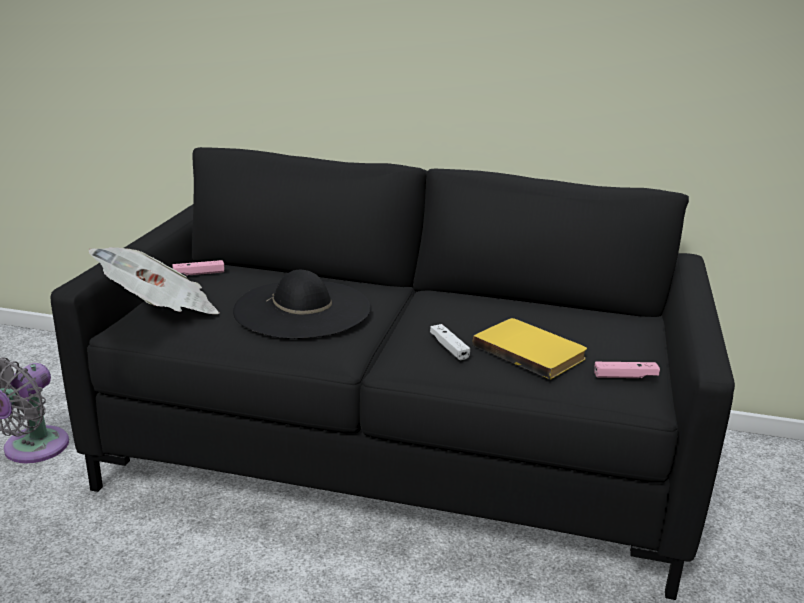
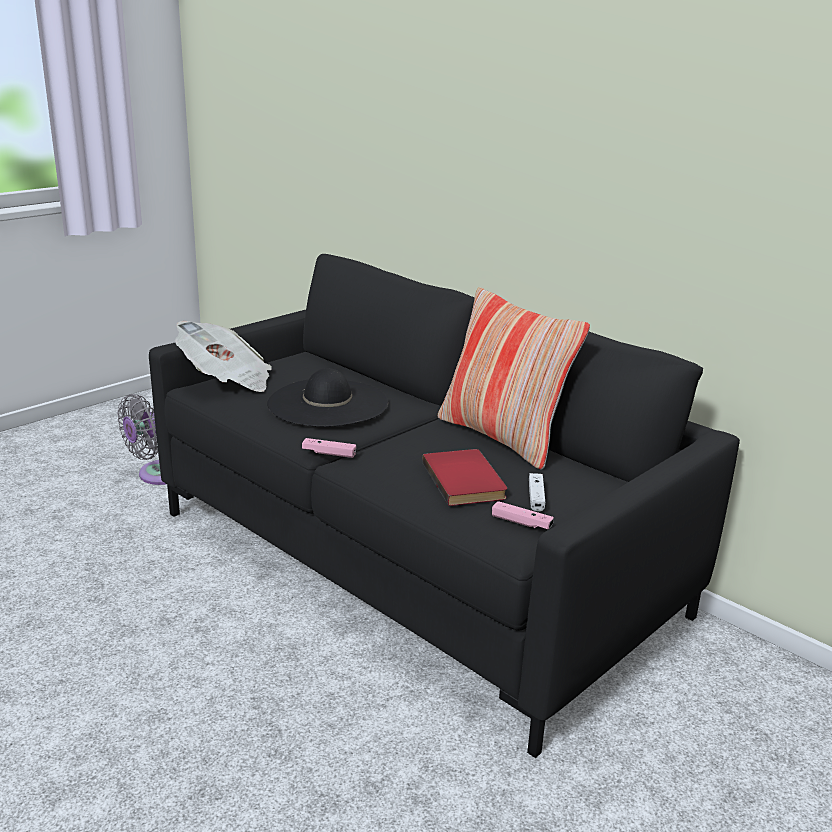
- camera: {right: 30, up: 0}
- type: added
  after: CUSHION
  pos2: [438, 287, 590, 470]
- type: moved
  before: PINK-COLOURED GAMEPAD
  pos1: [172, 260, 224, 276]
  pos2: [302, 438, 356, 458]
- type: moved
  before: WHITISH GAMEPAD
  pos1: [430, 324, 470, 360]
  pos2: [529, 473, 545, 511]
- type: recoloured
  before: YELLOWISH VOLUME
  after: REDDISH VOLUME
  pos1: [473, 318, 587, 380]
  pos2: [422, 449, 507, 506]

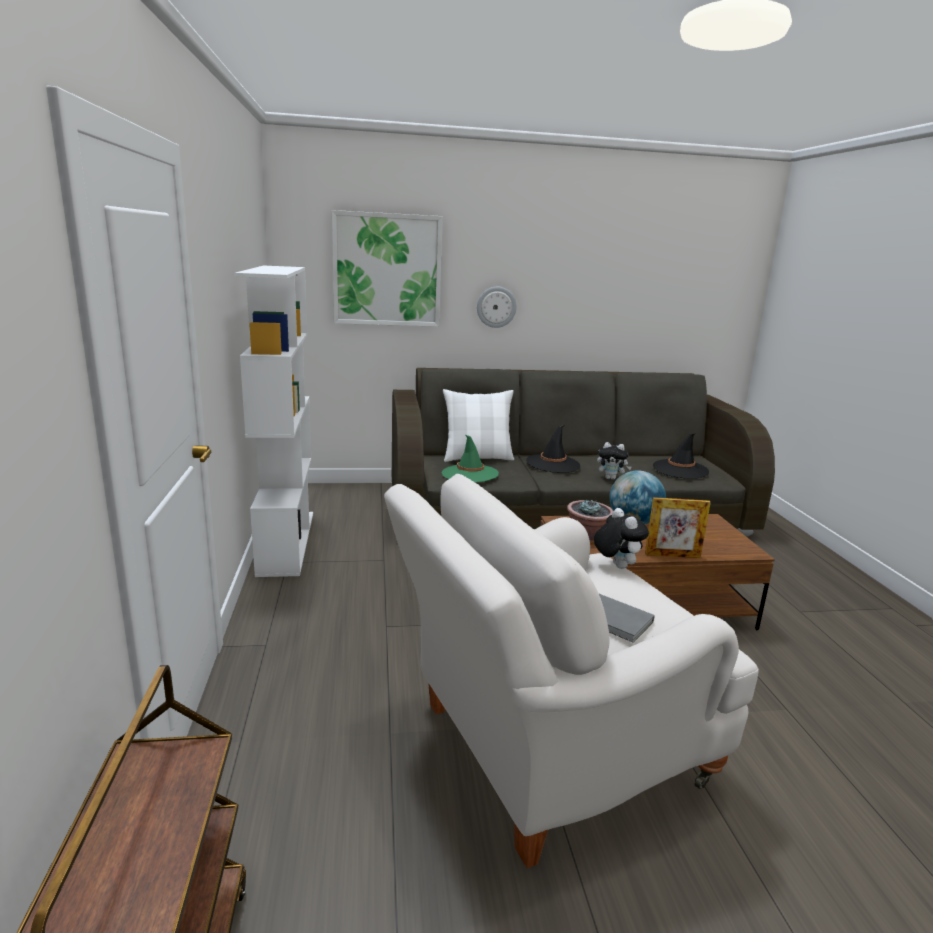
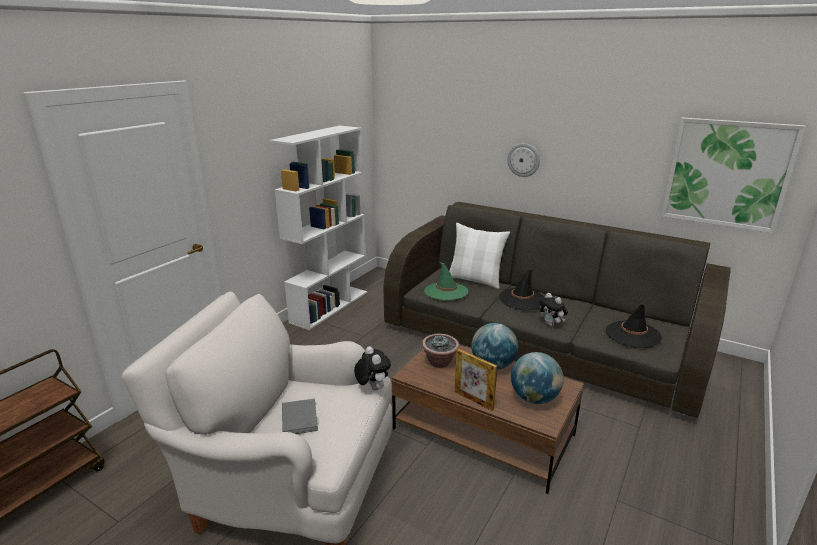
- camera: {right: 40, up: 5}
- type: added
  after: GLOBE
  pos2: [511, 352, 564, 404]
- type: moved
  before: WALL PICTURE
  pos1: [332, 210, 443, 327]
  pos2: [661, 118, 806, 233]
- type: turned
  before: PLUSH TOY
  pos1: [594, 508, 649, 569]
  pos2: [354, 346, 391, 391]
  turn: -45

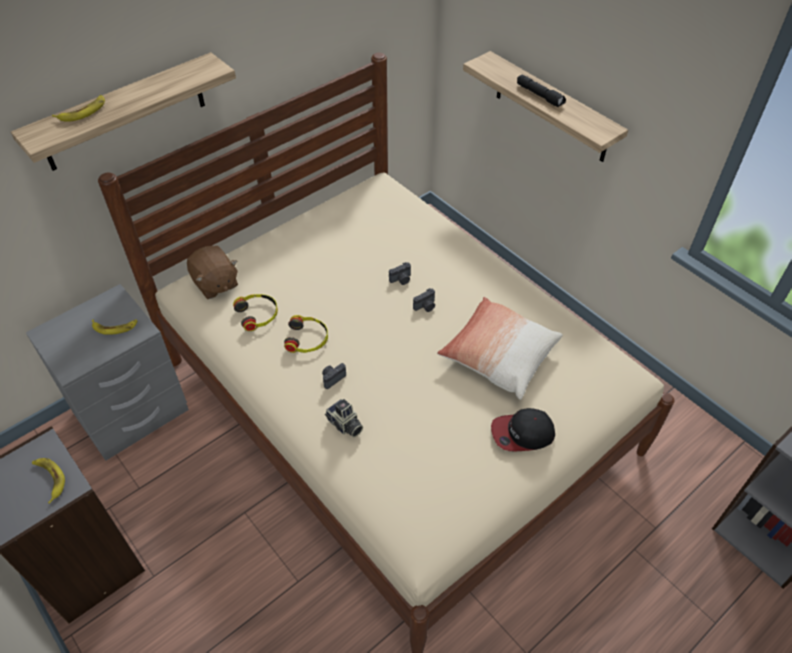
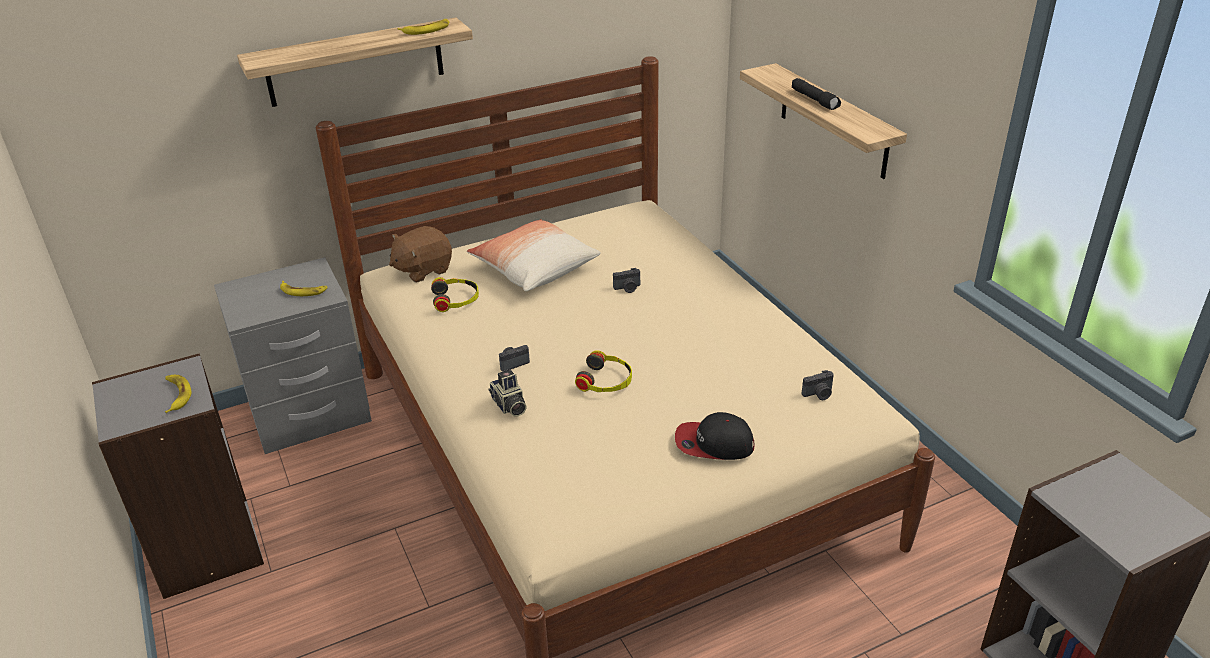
- camera: {right: 15, up: -15}
- type: moved
  before: BANANA FRUIT
  pos1: [52, 95, 105, 122]
  pos2: [398, 19, 449, 35]
- type: moved
  before: PAIR OF HEADPHONES
  pos1: [284, 315, 328, 353]
  pos2: [575, 350, 632, 392]
- type: moved
  before: PHOTO CAMERA
  pos1: [413, 288, 435, 312]
  pos2: [802, 370, 834, 400]
- type: moved
  before: CUSHION
  pos1: [437, 297, 563, 400]
  pos2: [467, 219, 601, 291]
- type: turned
  before: BROWN-COLOURED PLUSH TOY
  pos1: [187, 245, 238, 299]
  pos2: [389, 226, 452, 283]
  turn: 75

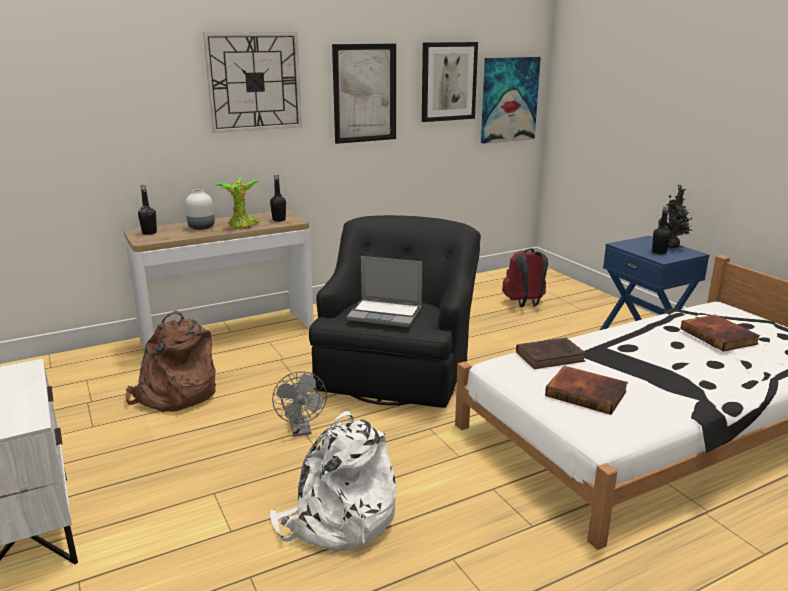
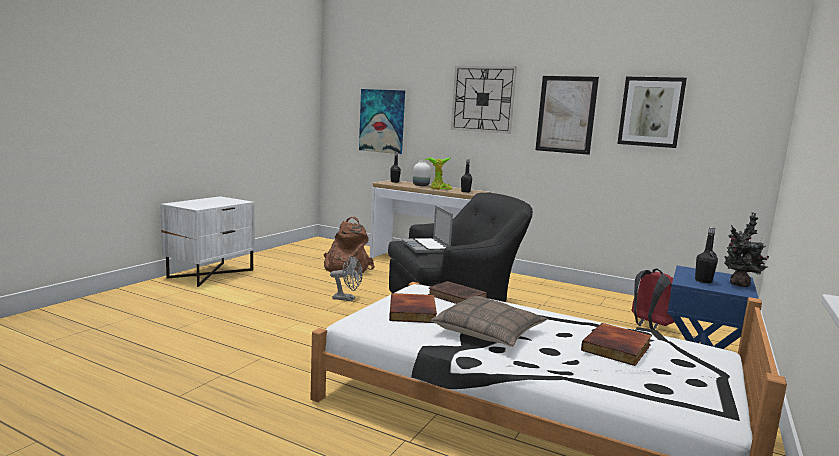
- camera: {right: 55, up: -10}
- type: removed
  before: WHITISH BACKPACK
  pos1: [269, 411, 397, 552]
- type: added
  after: CUSHION
  pos2: [430, 296, 547, 347]
- type: moved
  before: WALL PICTURE
  pos1: [481, 57, 541, 144]
  pos2: [359, 89, 405, 154]
- type: turned
  before: GREY ELECTRIC FAN
  pos1: [272, 371, 327, 437]
  pos2: [330, 255, 362, 301]
  turn: -120

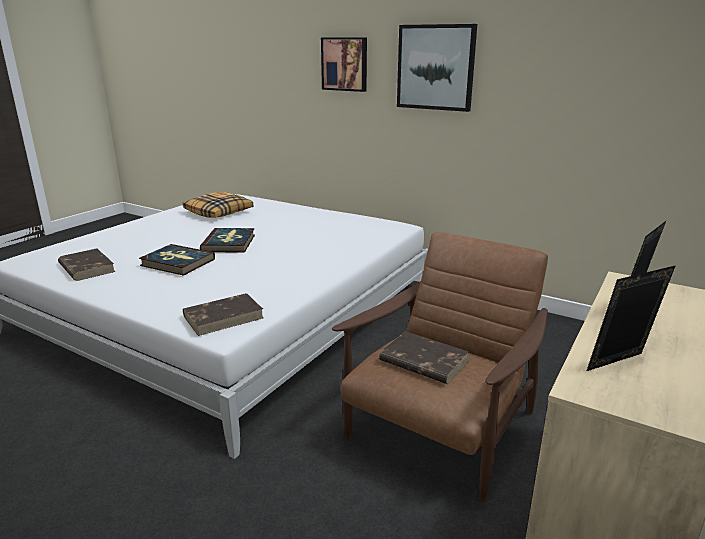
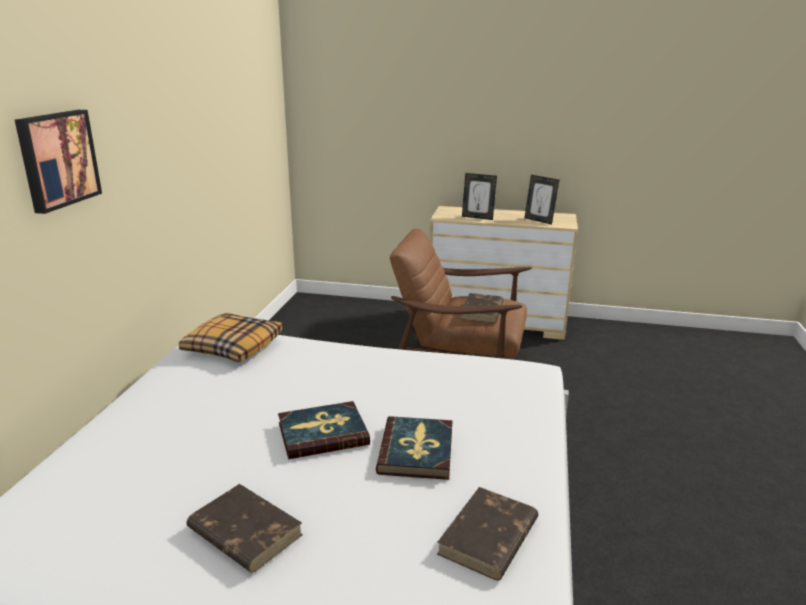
- camera: {right: -110, up: 0}
- type: removed
  before: WALL PICTURE
  pos1: [397, 24, 477, 112]
- type: moved
  before: CUSHION
  pos1: [183, 192, 253, 218]
  pos2: [179, 313, 282, 362]
- type: moved
  before: BROWN-COLOURED VOLUME
  pos1: [183, 293, 264, 336]
  pos2: [186, 484, 303, 573]

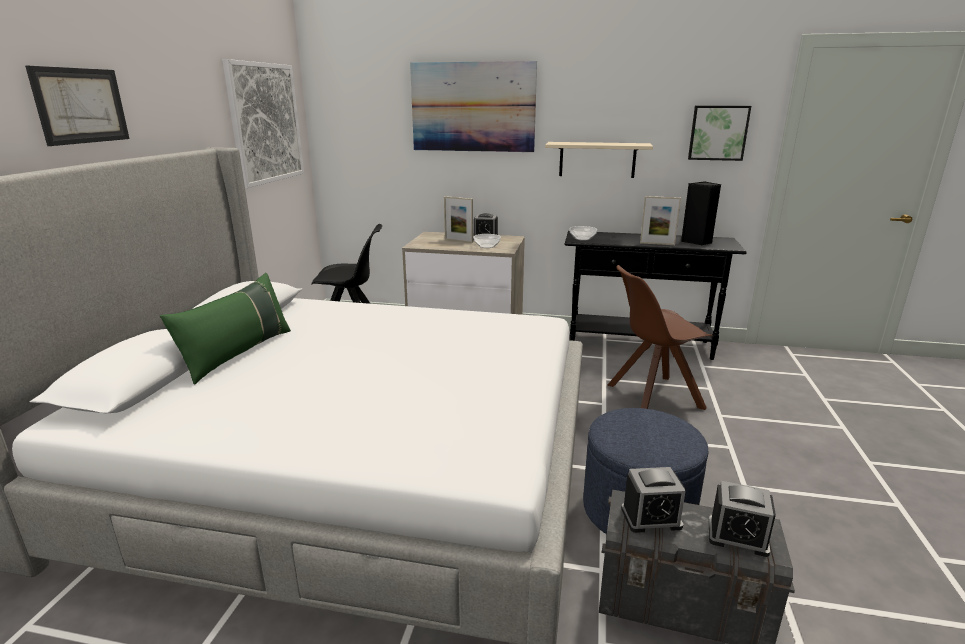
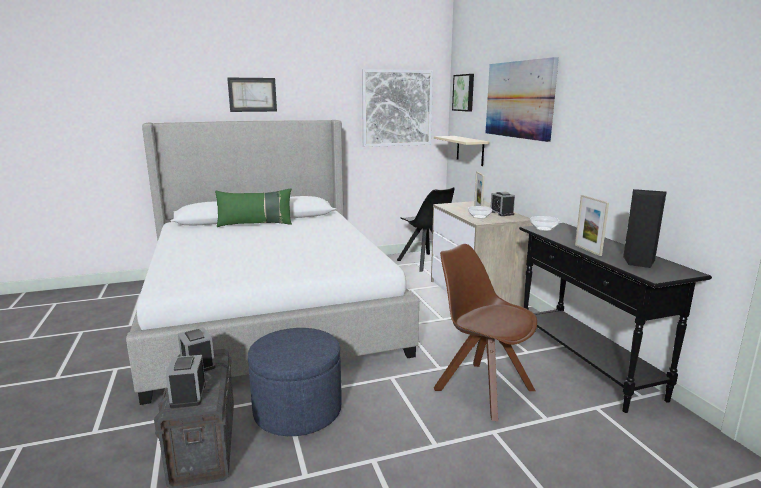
- camera: {right: 60, up: -5}
- type: moved
  before: SAND-COLOURED WALL SHELF
  pos1: [545, 142, 653, 178]
  pos2: [434, 136, 489, 166]
- type: moved
  before: WALL PICTURE
  pos1: [688, 106, 751, 161]
  pos2: [452, 74, 474, 112]

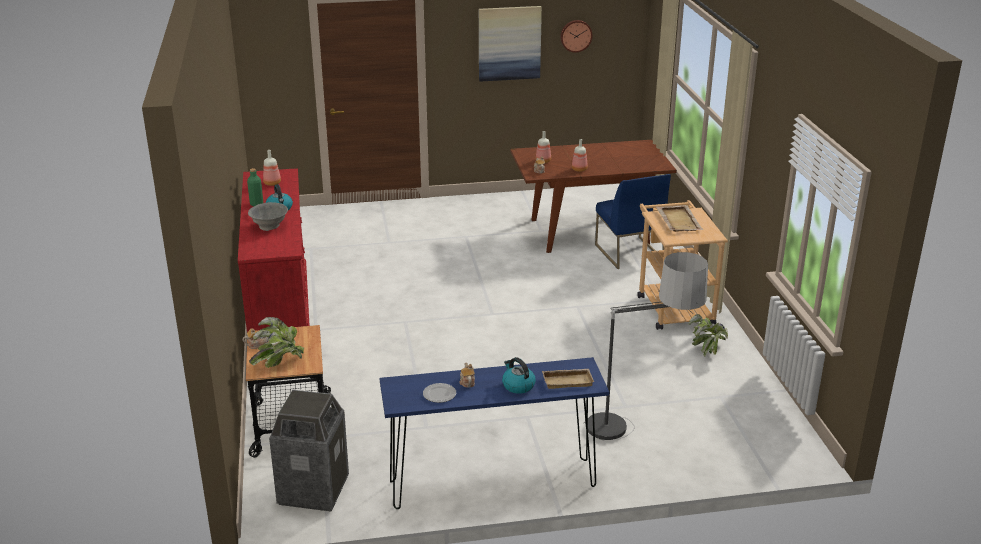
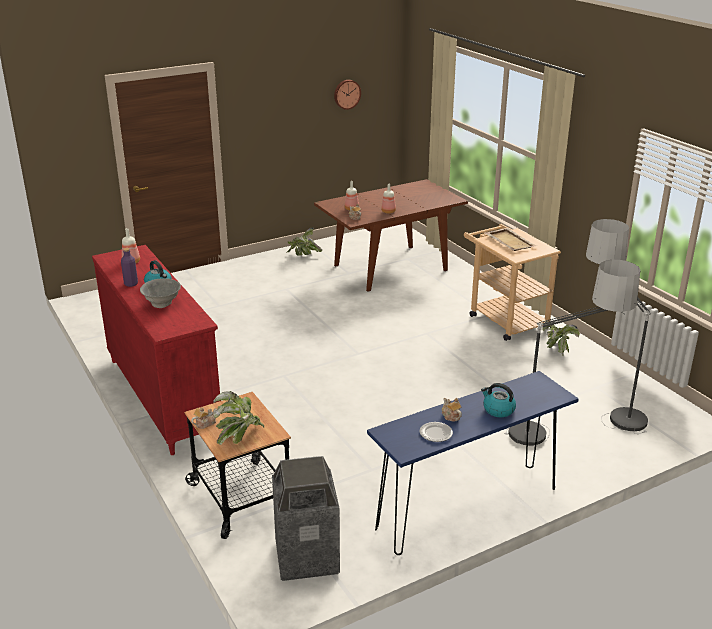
- camera: {right: -20, up: 0}
- type: removed
  before: WALL PICTURE
  pos1: [479, 6, 542, 82]
- type: removed
  before: SAND-COLOURED CARRYING TRAY
  pos1: [542, 369, 594, 389]
- type: removed
  before: BLUE-COLOURED UPRIGHT CHAIR
  pos1: [595, 174, 671, 269]
- type: added
  after: HOUSEPLANT
  pos2: [286, 227, 322, 256]
- type: added
  after: STANDING LAMP
  pos2: [586, 219, 651, 434]
- type: recoloured
  before: GREEN-COLOURED DRINK BOTTLE
  after: PURPLE-COLOURED DRINK BOTTLE
  pos1: [247, 168, 263, 206]
  pos2: [121, 248, 138, 287]

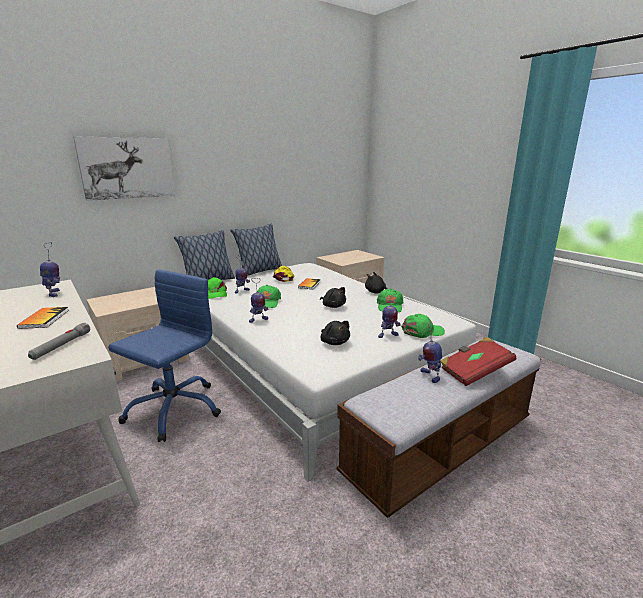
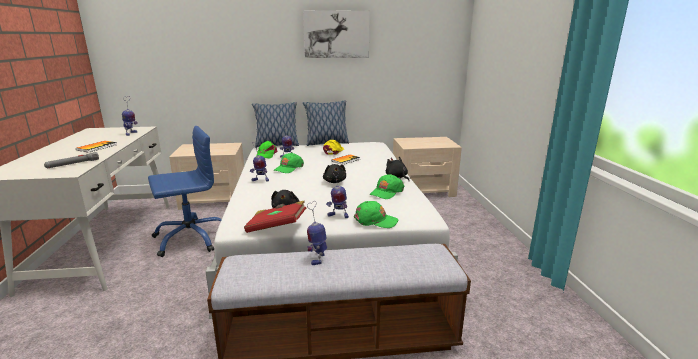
- camera: {right: 30, up: 0}
- type: moved
  before: WALL PICTURE
  pos1: [73, 136, 175, 201]
  pos2: [303, 10, 370, 58]
- type: moved
  before: REDDISH VOLUME
  pos1: [440, 337, 516, 386]
  pos2: [244, 201, 306, 233]

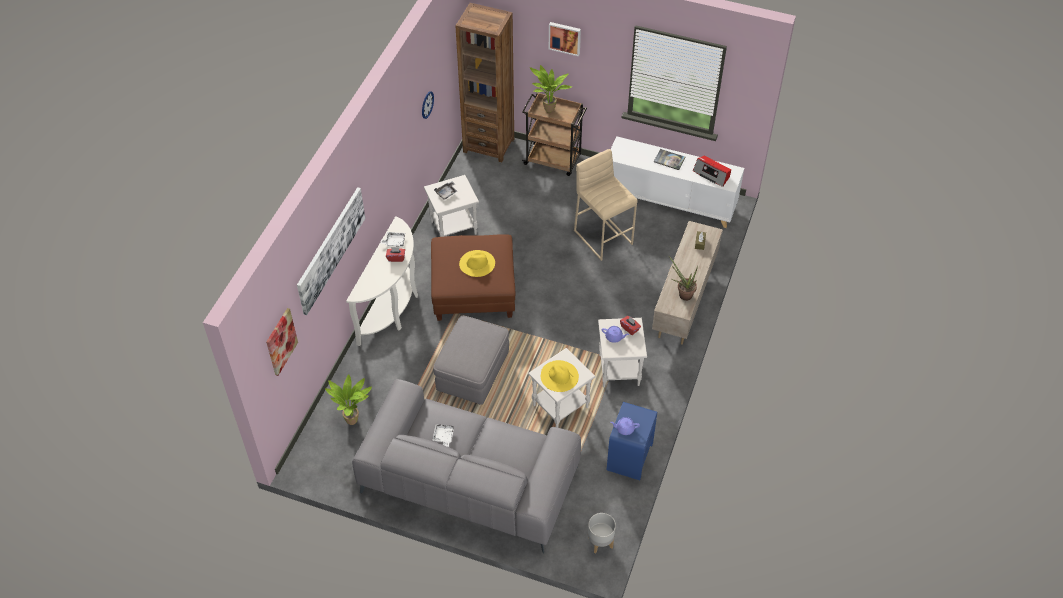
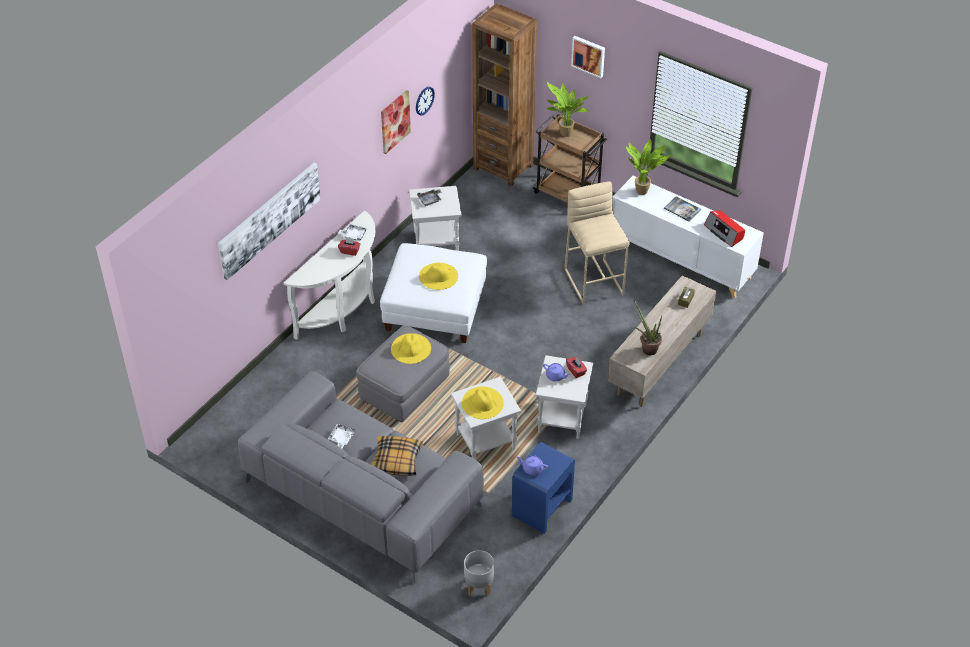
- camera: {right: 15, up: -5}
- type: added
  after: CUSHION
  pos2: [371, 436, 423, 476]
- type: added
  after: YELLOWISH HAT
  pos2: [391, 333, 431, 364]
- type: moved
  before: WALL PICTURE
  pos1: [266, 308, 298, 376]
  pos2: [381, 90, 411, 154]
- type: moved
  before: HOUSEPLANT
  pos1: [325, 374, 372, 425]
  pos2: [626, 139, 671, 195]
- type: recoloured
  before: BROWN-COLOURED OTTOMAN
  after: WHITISH OTTOMAN
  pos1: [431, 234, 515, 321]
  pos2: [380, 243, 487, 343]

